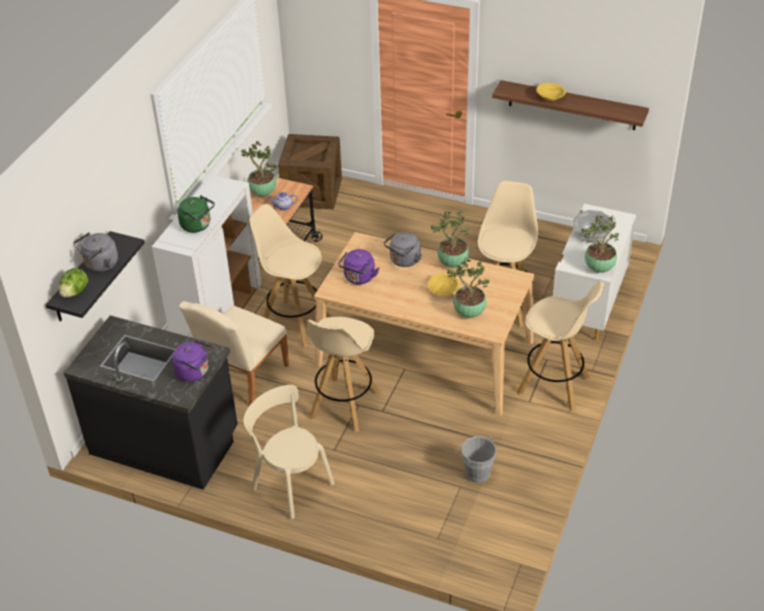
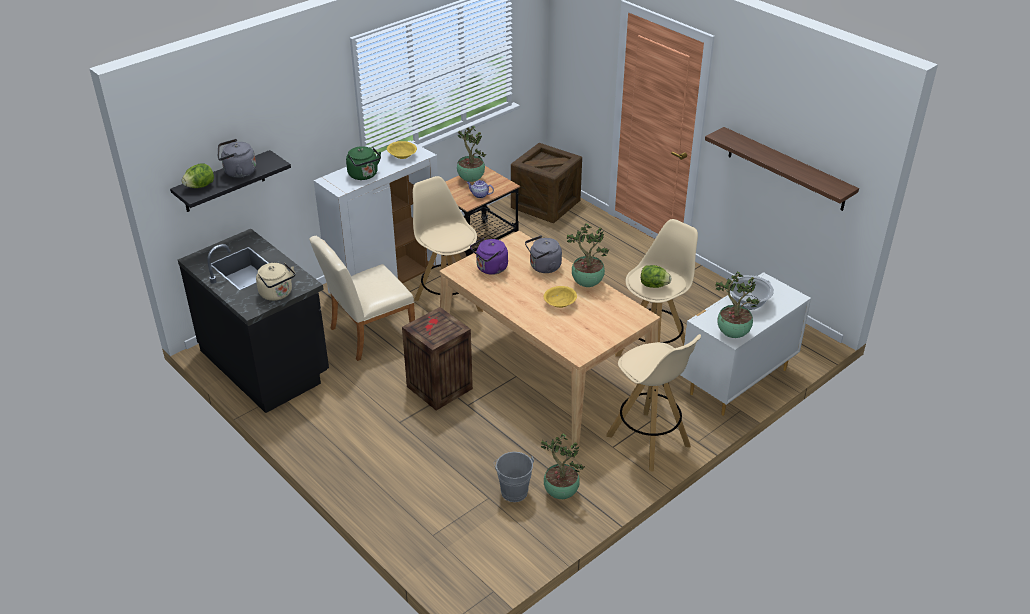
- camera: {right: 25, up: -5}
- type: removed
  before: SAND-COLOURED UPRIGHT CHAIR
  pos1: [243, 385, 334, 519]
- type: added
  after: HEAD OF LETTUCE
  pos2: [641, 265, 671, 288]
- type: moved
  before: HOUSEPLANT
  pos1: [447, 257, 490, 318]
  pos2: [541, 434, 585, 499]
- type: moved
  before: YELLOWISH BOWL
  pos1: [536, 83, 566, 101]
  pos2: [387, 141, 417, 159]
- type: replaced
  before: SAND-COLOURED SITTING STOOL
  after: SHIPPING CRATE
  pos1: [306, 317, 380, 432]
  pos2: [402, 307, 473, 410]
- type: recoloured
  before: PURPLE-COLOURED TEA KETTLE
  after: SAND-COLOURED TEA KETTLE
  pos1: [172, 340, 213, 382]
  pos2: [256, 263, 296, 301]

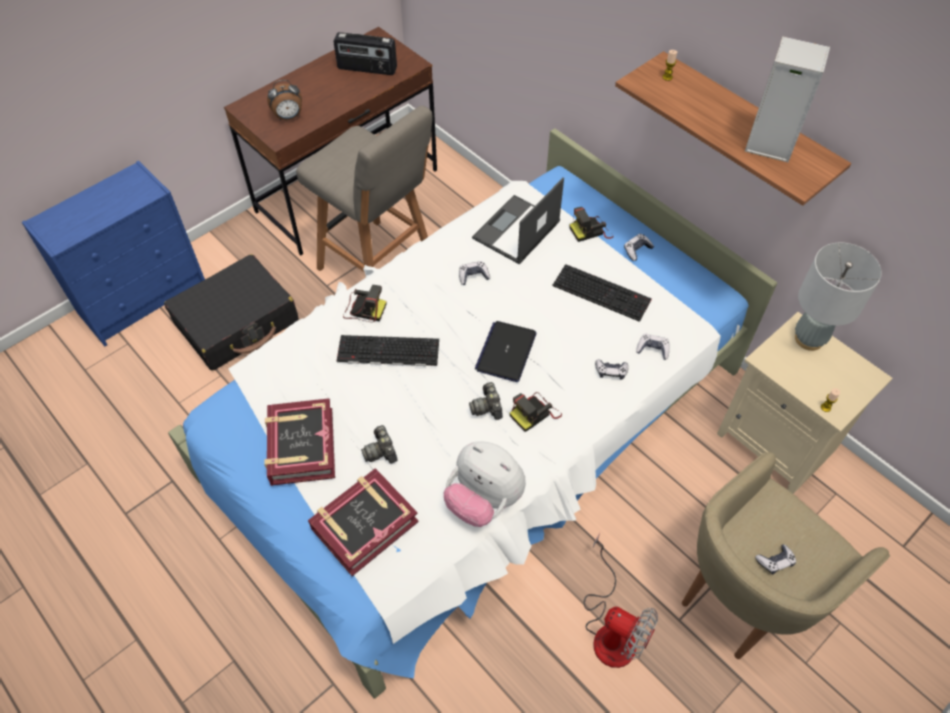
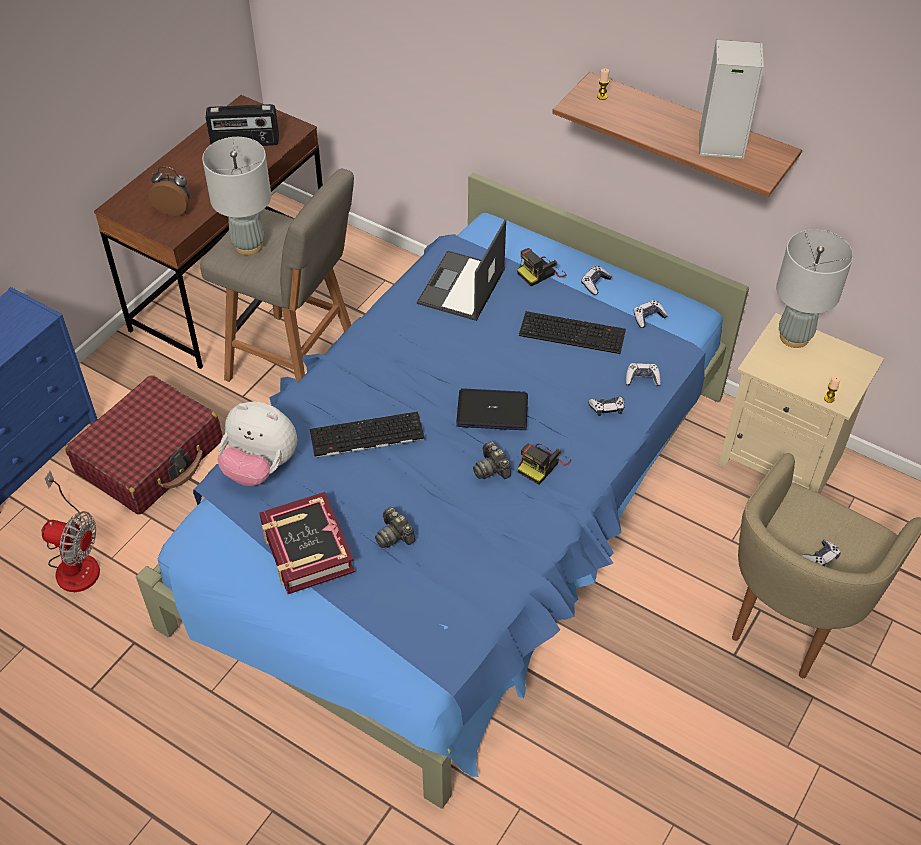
- camera: {right: -15, up: -5}
- type: removed
  before: VOLUME
  pos1: [308, 468, 419, 576]
- type: removed
  before: PHOTO CAMERA
  pos1: [343, 285, 386, 322]
- type: added
  after: GREY LAMP FOR A TABLE
  pos2: [202, 137, 271, 255]
- type: moved
  before: PLUSH TOY
  pos1: [444, 441, 526, 527]
  pos2: [217, 402, 297, 486]
- type: moved
  before: GAMEPAD
  pos1: [459, 261, 490, 285]
  pos2: [634, 300, 668, 328]
- type: moved
  before: ELECTRIC FAN
  pos1: [584, 533, 658, 668]
  pos2: [41, 471, 100, 592]
- type: recoloured
  before: BLACK SUITCASE
  after: REDDISH SUITCASE
  pos1: [164, 254, 299, 371]
  pos2: [65, 375, 222, 515]
- type: recoloured
  before: WHITISH BEDROOM BED
  after: BLUE-COLOURED BEDROOM BED
  pos1: [168, 128, 777, 699]
  pos2: [136, 173, 749, 809]
- type: turned
  before: ALARM CLOCK
  pos1: [267, 80, 302, 120]
  pos2: [149, 166, 190, 216]
  turn: -135
- type: turned
  before: PORTABLE COMPUTER
  pos1: [475, 321, 536, 382]
  pos2: [456, 388, 528, 430]
  turn: 90

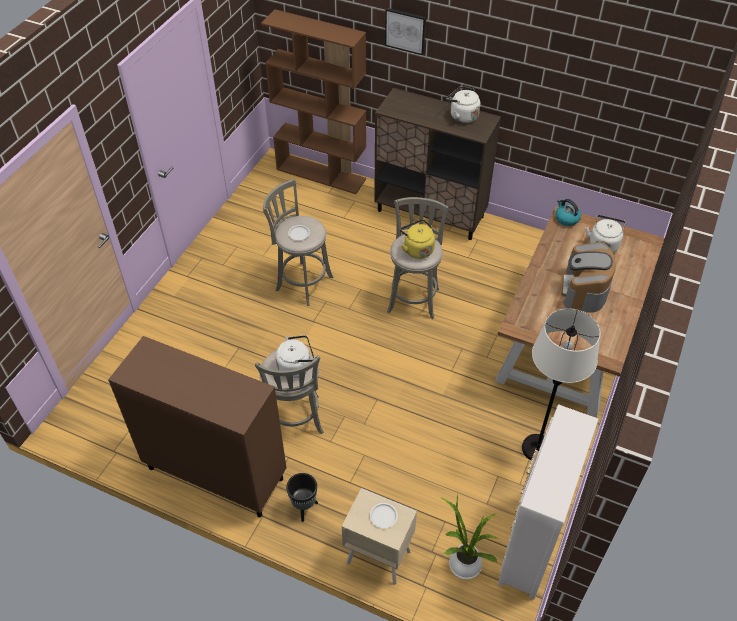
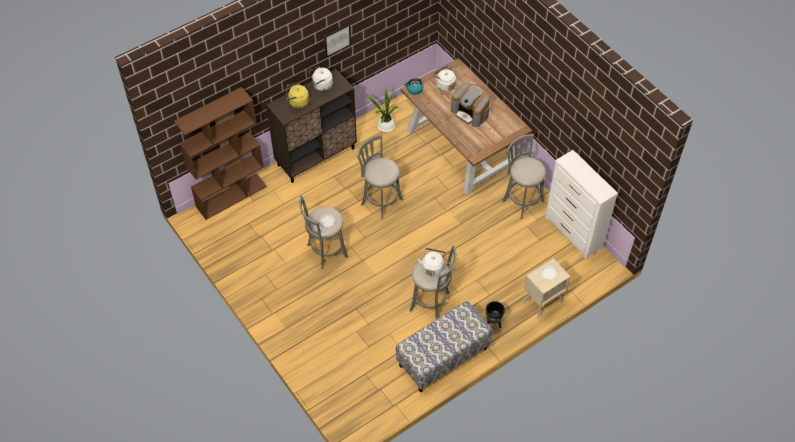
- camera: {right: -60, up: 5}
- type: moved
  before: WALL PICTURE
  pos1: [385, 8, 426, 55]
  pos2: [324, 24, 351, 57]
- type: moved
  before: YELLOWISH TEA KETTLE
  pos1: [400, 219, 435, 259]
  pos2: [286, 83, 309, 108]
- type: moved
  before: HOUSEPLANT
  pos1: [442, 494, 498, 580]
  pos2: [366, 86, 399, 132]
- type: replaced
  before: BROWN-COLOURED CABINET
  after: INDOOR BENCH
  pos1: [108, 336, 286, 517]
  pos2: [396, 301, 493, 392]
- type: replaced
  before: WHITISH STANDING LAMP
  after: GREY SITTING STOOL
  pos1: [522, 308, 601, 460]
  pos2: [502, 134, 546, 219]

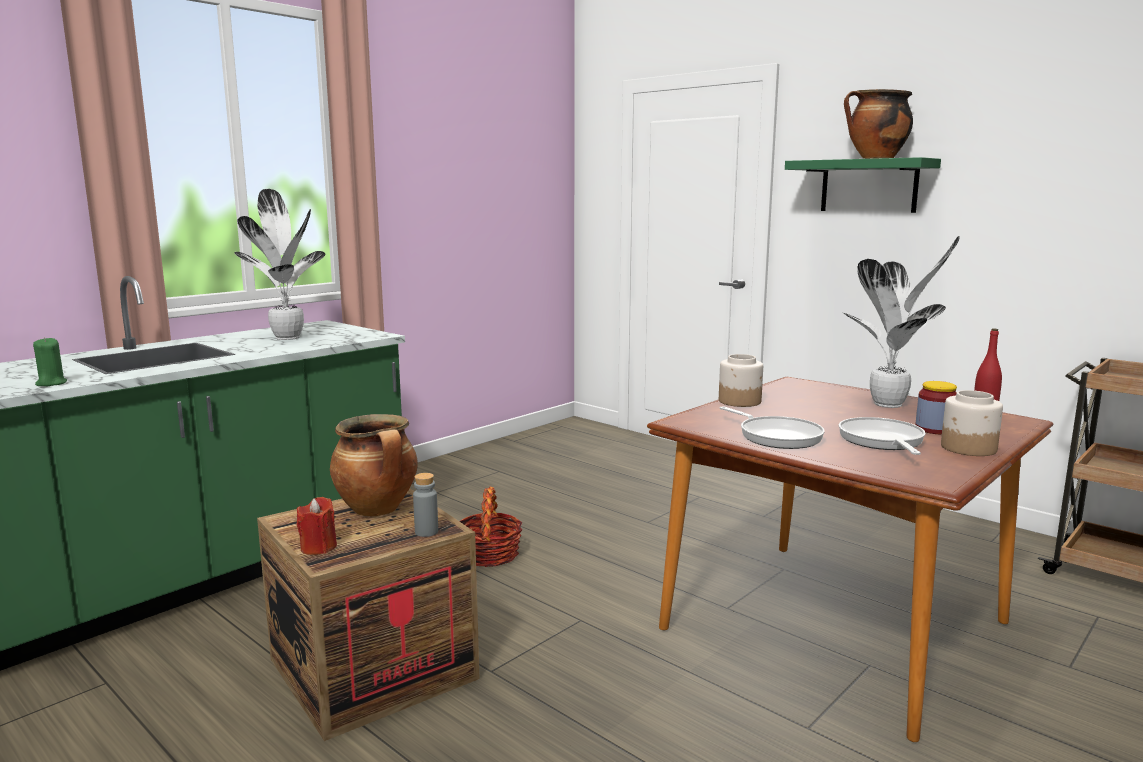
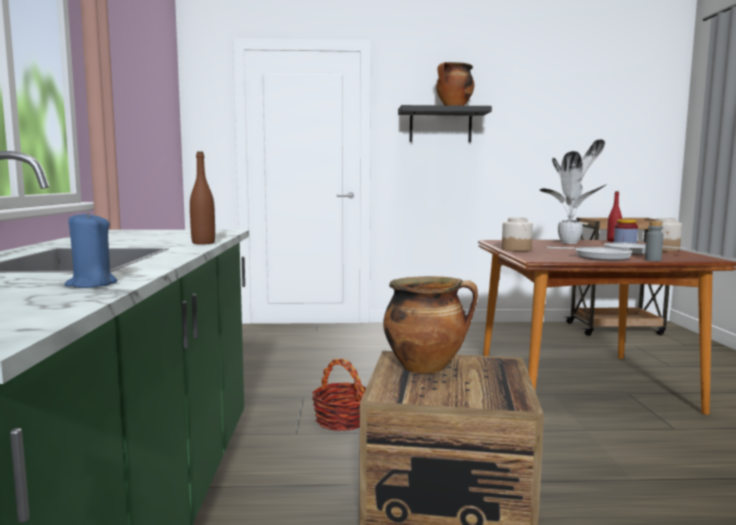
- camera: {right: -45, up: -5}
- type: removed
  before: HOUSEPLANT
  pos1: [234, 189, 325, 340]
- type: removed
  before: REDDISH WAX LIGHT
  pos1: [297, 497, 337, 555]
- type: added
  after: BROWN-COLOURED DRINK BOTTLE
  pos2: [190, 152, 215, 245]
- type: moved
  before: GREY DRINK BOTTLE
  pos1: [413, 473, 438, 537]
  pos2: [645, 221, 664, 261]
- type: recoloured
  before: GREEN-COLOURED WAX LIGHT
  after: BLUE-COLOURED WAX LIGHT
  pos1: [33, 337, 67, 386]
  pos2: [64, 211, 117, 288]
- type: recoloured
  before: GREEN-COLOURED WALL SHELF
  after: BLACK WALL SHELF
  pos1: [785, 157, 941, 213]
  pos2: [398, 105, 492, 142]

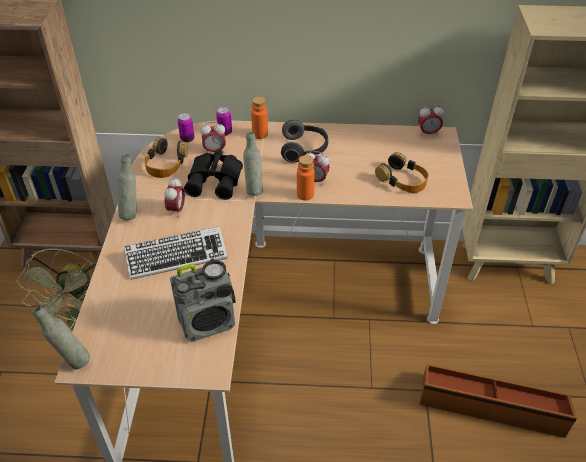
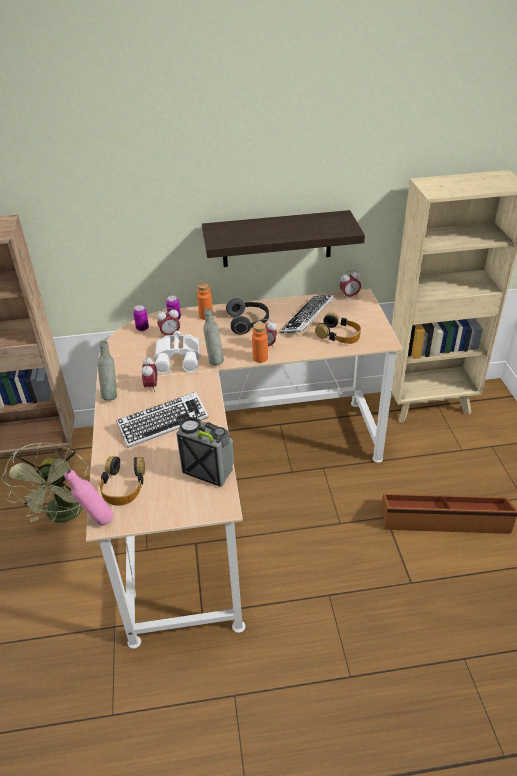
- camera: {right: -10, up: -5}
- type: added
  after: WALL SHELF
  pos2: [202, 210, 365, 267]
- type: added
  after: COMPUTER KEYBOARD
  pos2: [280, 295, 334, 333]
- type: moved
  before: PAIR OF HEADPHONES
  pos1: [145, 137, 188, 178]
  pos2: [100, 456, 145, 506]
- type: recoloured
  before: GREY DRINK BOTTLE
  after: PINK-COLOURED DRINK BOTTLE
  pos1: [32, 306, 90, 369]
  pos2: [64, 469, 113, 526]
- type: recoloured
  before: BLACK FIELD GLASSES
  after: WHITISH FIELD GLASSES
  pos1: [184, 149, 243, 200]
  pos2: [154, 331, 200, 374]
- type: turned
  before: RADIO RECEIVER
  pos1: [170, 260, 236, 341]
  pos2: [176, 417, 234, 487]
  turn: -120

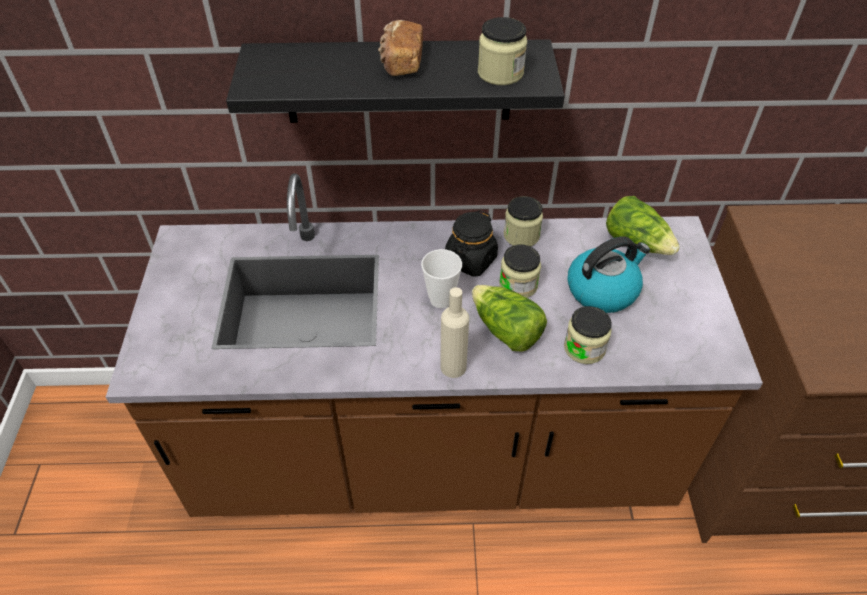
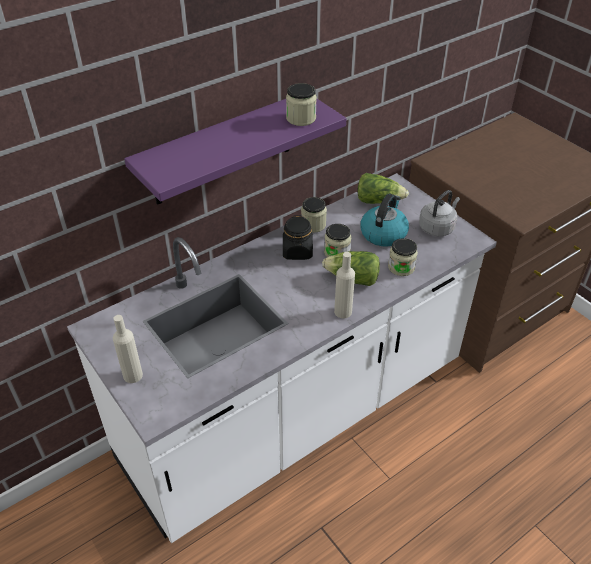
- camera: {right: -35, up: -5}
- type: removed
  before: BAKED BREAD
  pos1: [378, 20, 423, 76]
- type: removed
  before: CUP
  pos1: [421, 249, 462, 308]
- type: added
  after: SAND-COLOURED DRINK BOTTLE
  pos2: [113, 315, 143, 383]
- type: added
  after: GREY TEA KETTLE
  pos2: [419, 190, 460, 236]
- type: recoloured
  before: BROWN-COLOURED COUNTER
  after: WHITISH COUNTER
  pos1: [106, 173, 763, 517]
  pos2: [67, 173, 497, 543]
- type: recoloured
  before: BLACK WALL SHELF
  after: PURPLE-COLOURED WALL SHELF
  pos1: [226, 39, 564, 123]
  pos2: [124, 99, 347, 205]

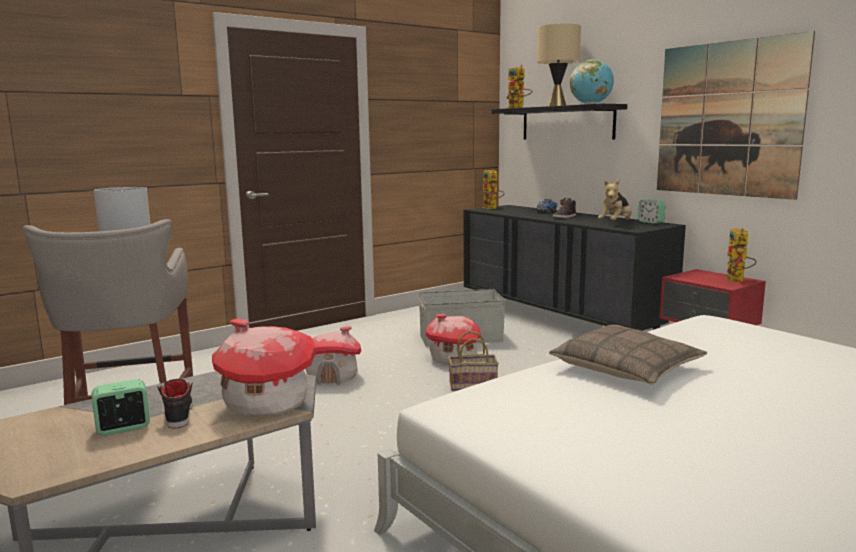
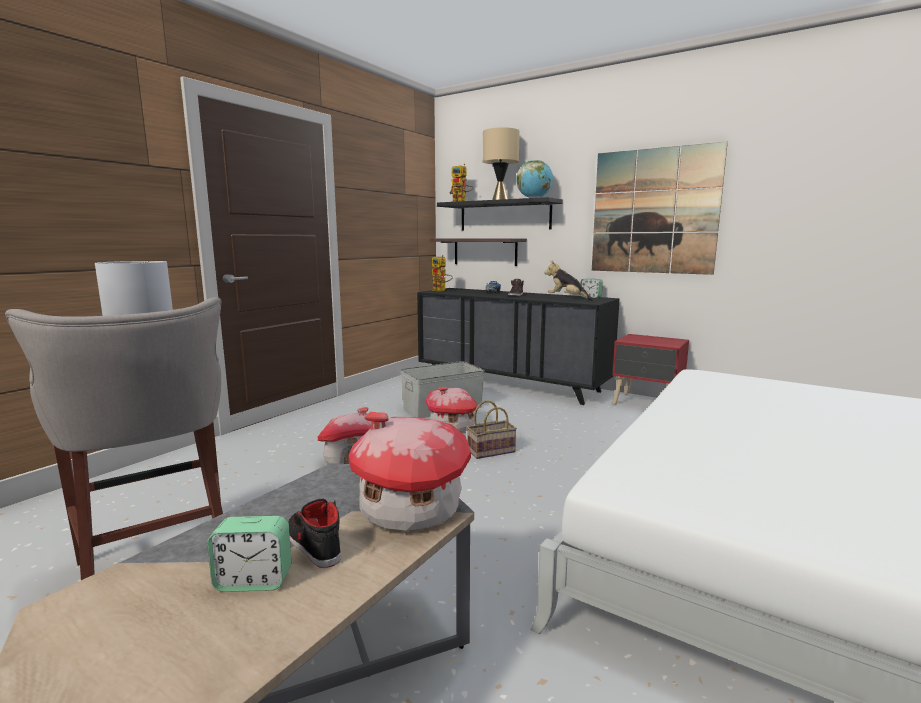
- camera: {right: -20, up: 0}
- type: removed
  before: CUSHION
  pos1: [549, 324, 707, 385]
- type: removed
  before: MODEL ROBOT
  pos1: [725, 228, 757, 282]
- type: added
  after: WALL SHELF
  pos2: [430, 238, 527, 266]
- type: turned
  before: ALARM CLOCK
  pos1: [92, 379, 150, 436]
  pos2: [208, 516, 291, 592]
  turn: -135
- type: turned
  before: PLUSH TOY
  pos1: [598, 179, 632, 220]
  pos2: [544, 261, 593, 301]
  turn: 105

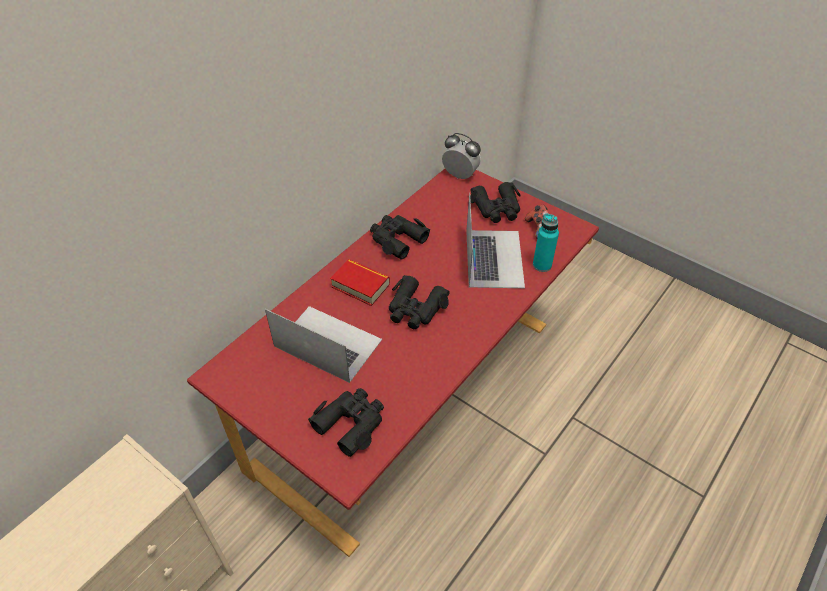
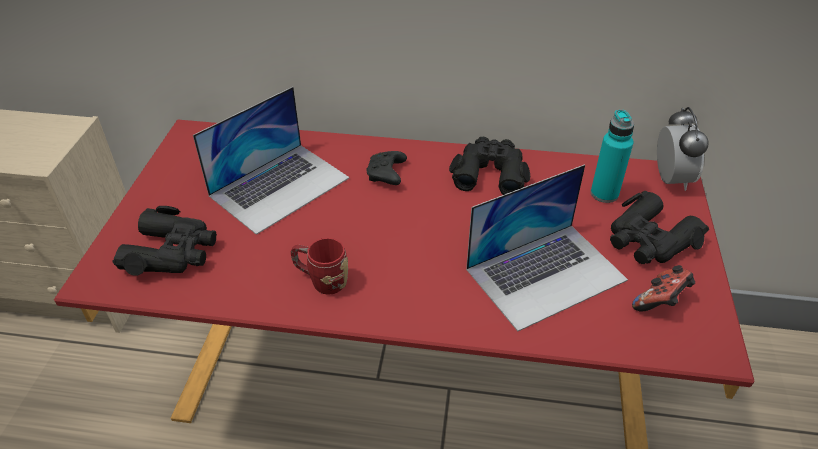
- camera: {right: 60, up: -5}
- type: removed
  before: BLACK FIELD GLASSES
  pos1: [389, 275, 450, 329]
- type: added
  after: REDDISH MUG
  pos2: [291, 238, 348, 295]
- type: moved
  before: BLUE-GREEN DRINK BOTTLE
  pos1: [533, 214, 559, 272]
  pos2: [591, 109, 634, 203]
- type: replaced
  before: VOLUME
  after: BLACK GAMEPAD
  pos1: [330, 259, 390, 306]
  pos2: [366, 151, 407, 185]
- type: turned
  before: PORTABLE COMPUTER
  pos1: [265, 306, 382, 383]
  pos2: [193, 87, 349, 235]
  turn: 45

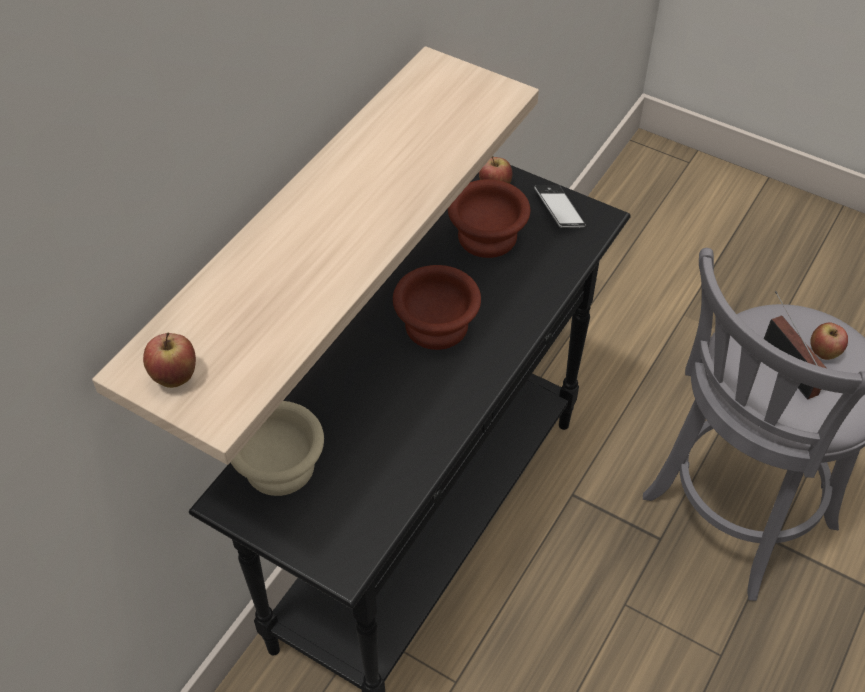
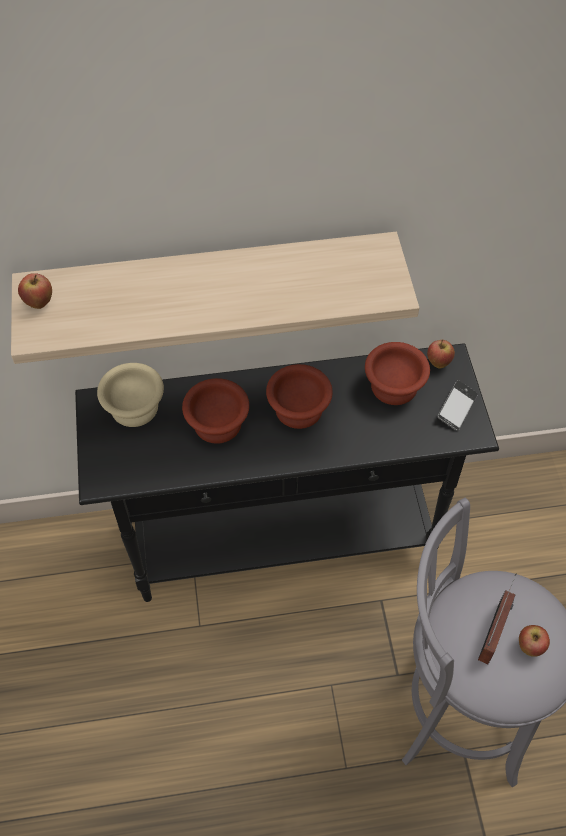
- camera: {right: 50, up: 5}
- type: added
  after: BROWN-COLOURED BOWL
  pos2: [182, 378, 249, 444]

